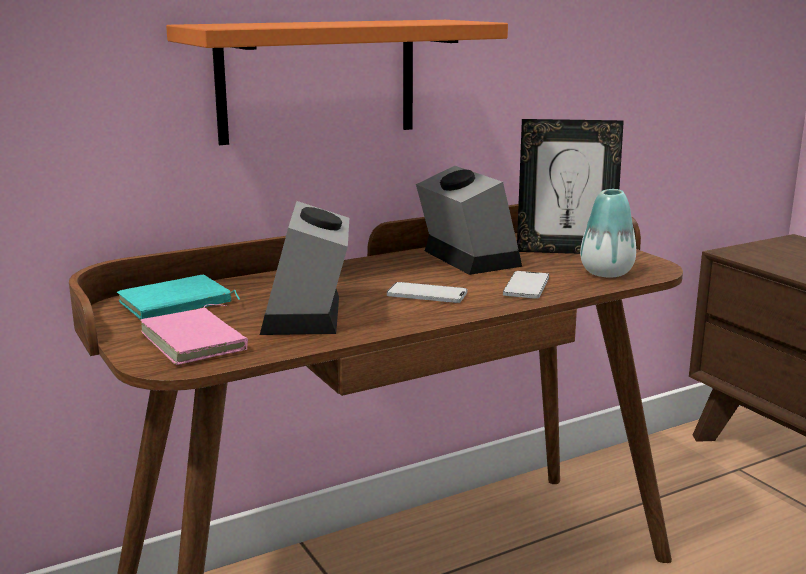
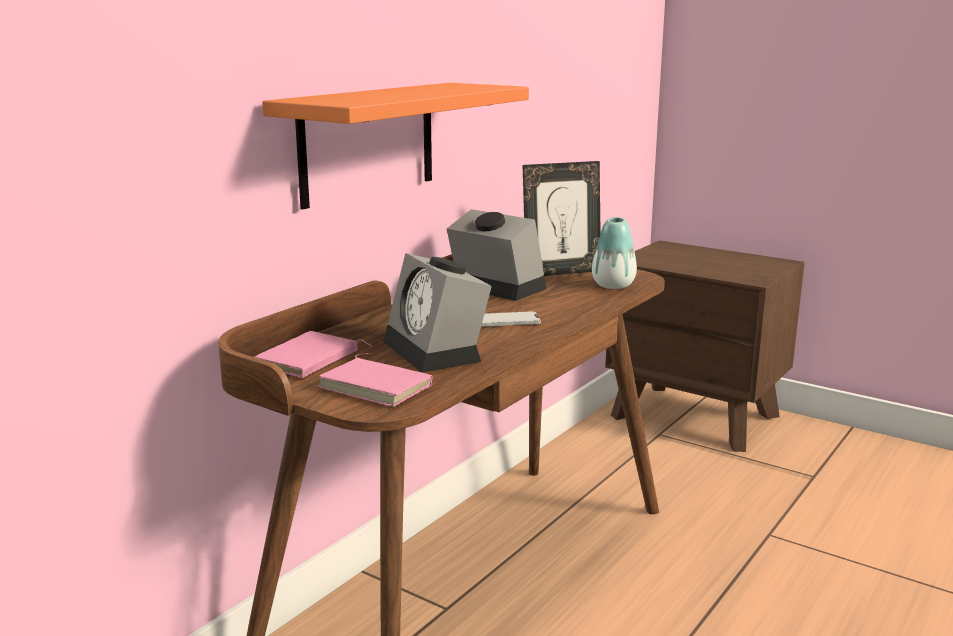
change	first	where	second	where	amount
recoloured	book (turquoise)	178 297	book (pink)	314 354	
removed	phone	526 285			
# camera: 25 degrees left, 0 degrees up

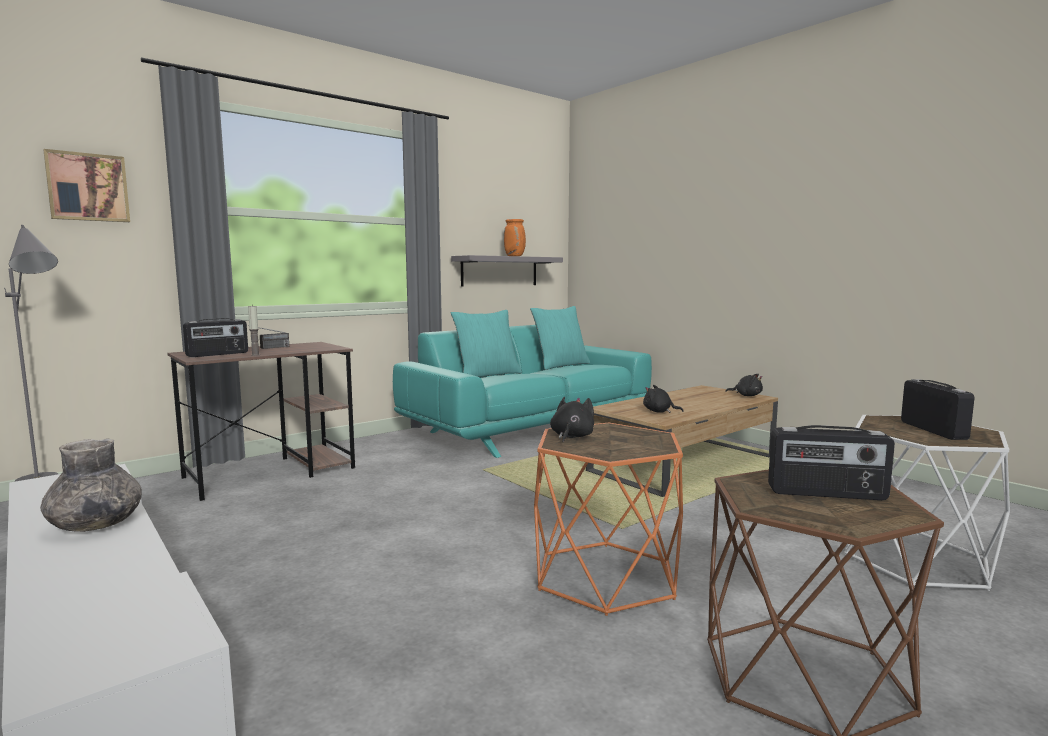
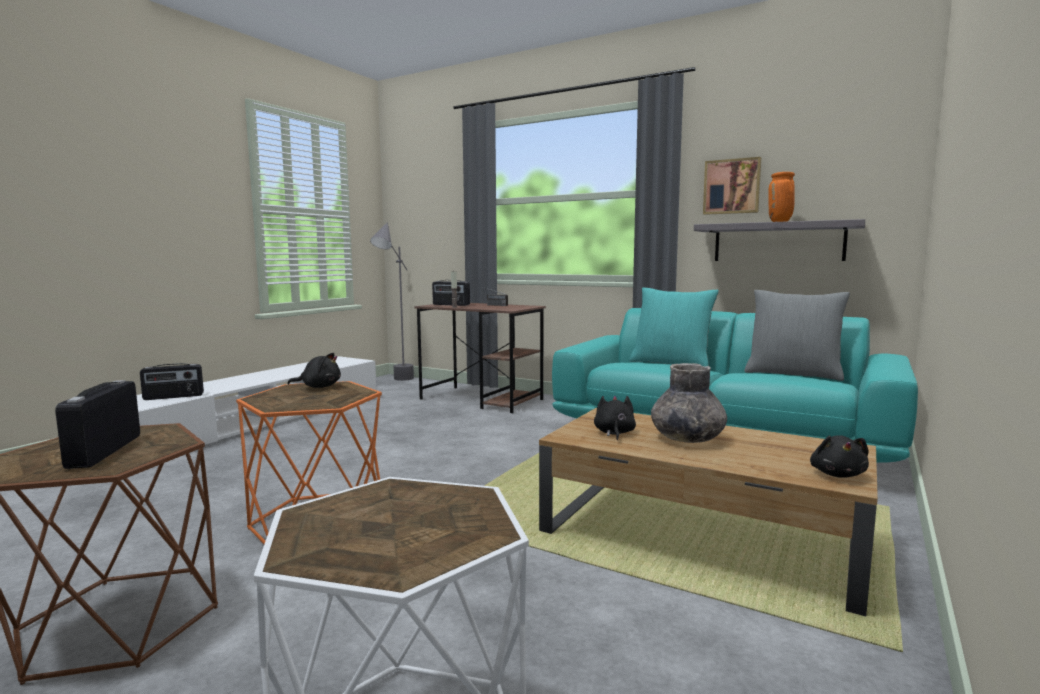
change	first	where	second	where	amount
moved	vase (grey)	91 485		689 403	
moved	picture	86 185		732 186	
recoloured	pillow (turquoise)	560 338	pillow (grey)	797 335	
moved	radio	937 409		172 381	
# camera: 70 degrees right, 0 degrees up

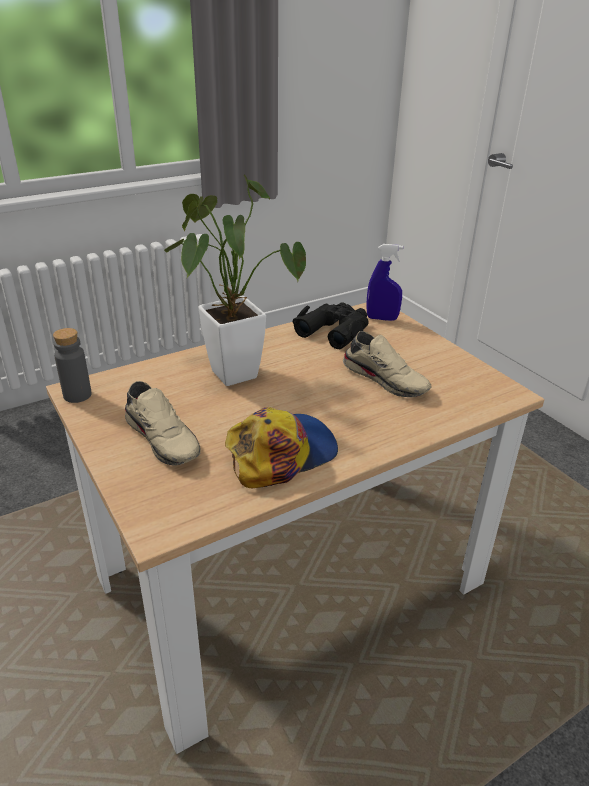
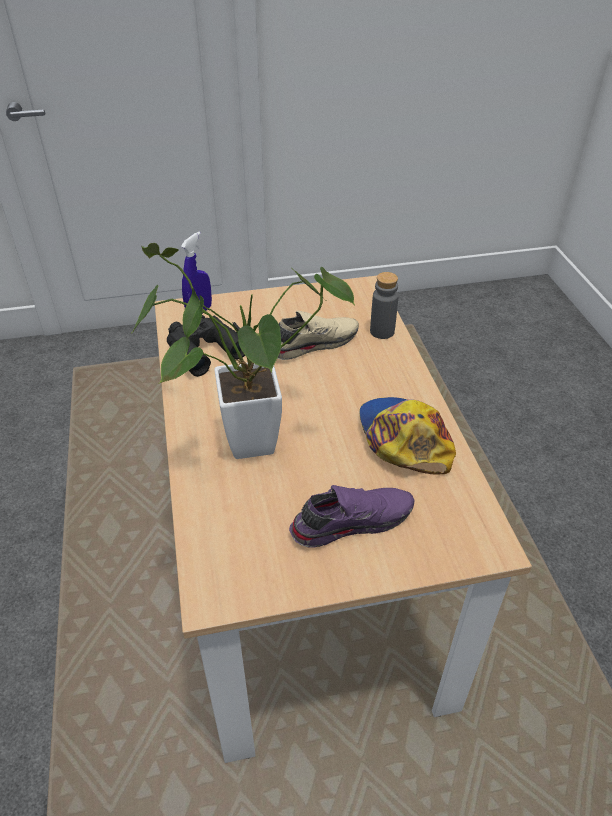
change	first	where	second	where	amount
moved	bottle (grey)	72 365		384 305	
recoloured	shoe (beige)	163 423	shoe (purple)	352 516	
# camera: 70 degrees left, 10 degrees up

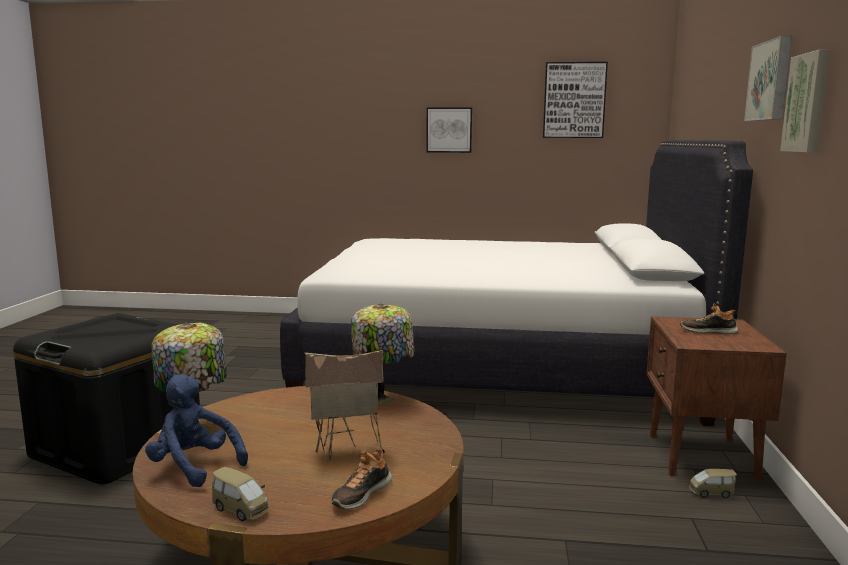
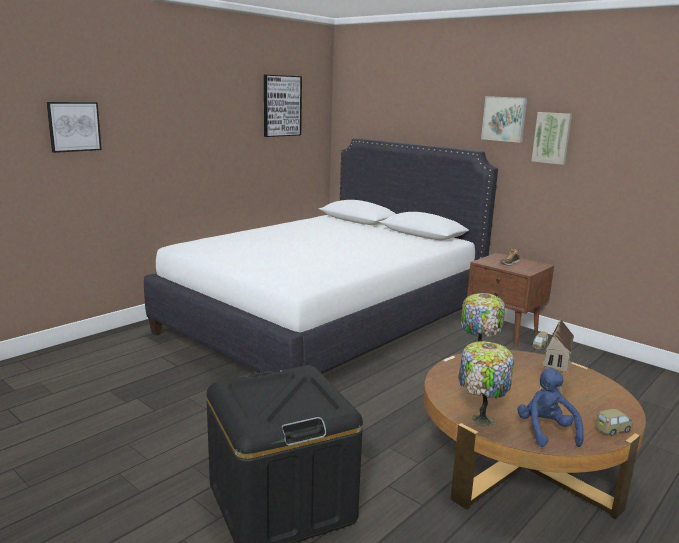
change	first	where	second	where	amount
turned	plush toy (blue)	196 430		550 407	105 degrees clockwise
removed	shoe	361 479			
moved	picture	449 130		74 127	
# camera: 55 degrees left, 5 degrees up

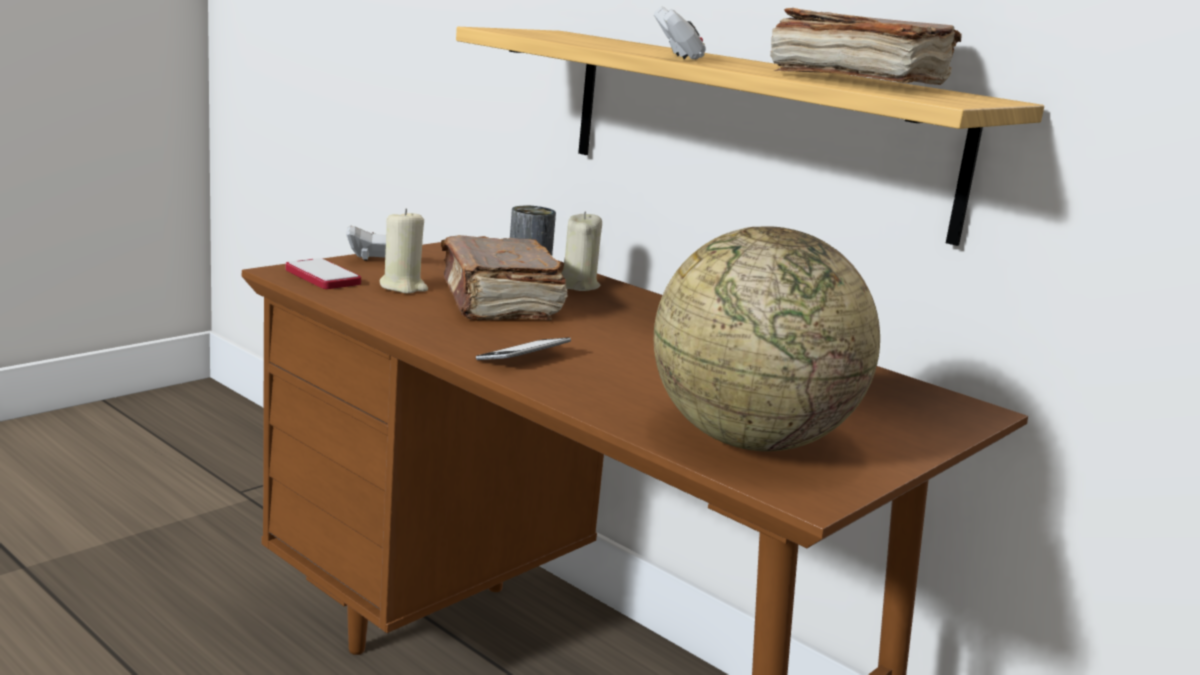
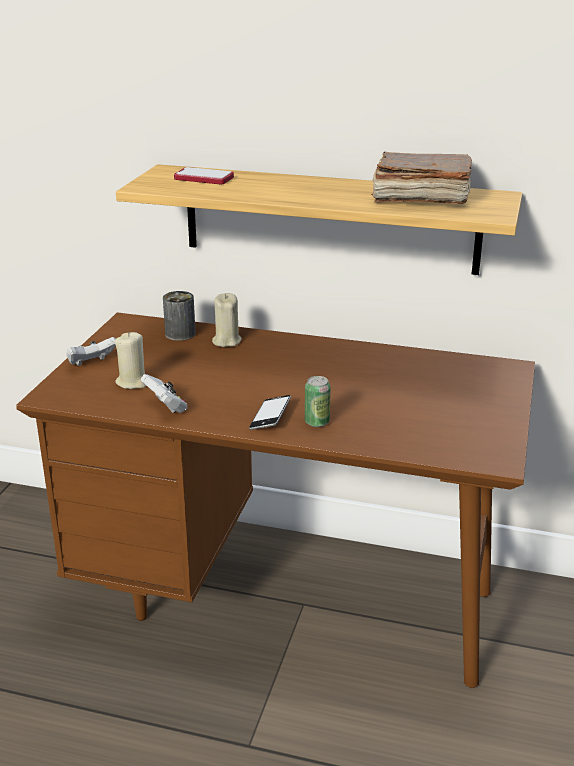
change	first	where	second	where	amount
moved	phone	323 273		204 175	
removed	book (brown)	504 278			
moved	game controller (white)	680 33		164 393	
removed	globe	767 338			
added			can	318 401	
# camera: 25 degrees left, 10 degrees up

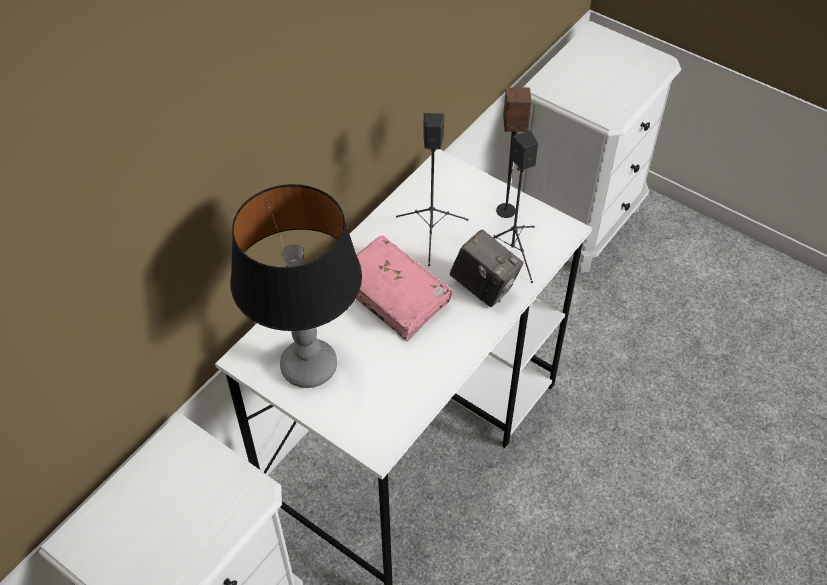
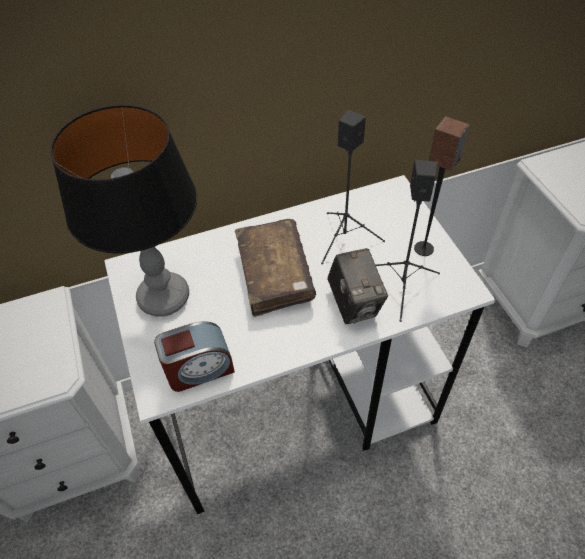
change	first	where	second	where	amount
recoloured	book (pink)	404 288	book (brown)	275 268	
added			alarm clock	194 356	
# camera: 35 degrees right, 0 degrees up

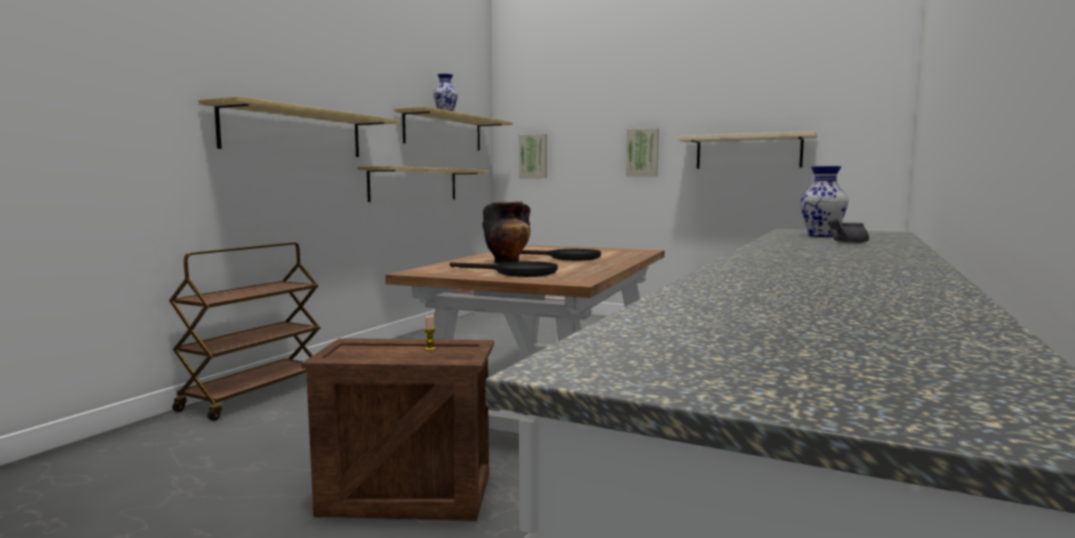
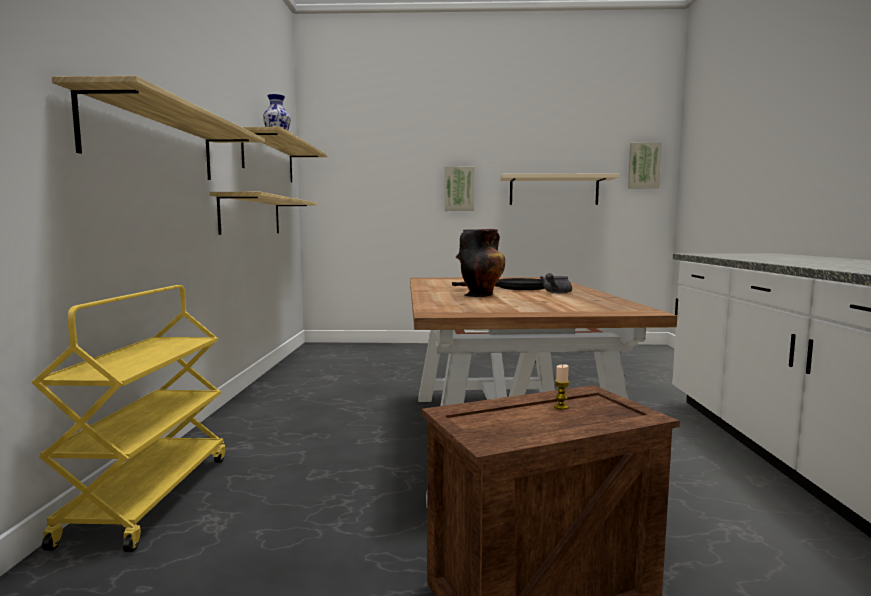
change	first	where	second	where	amount
recoloured	cart (brown)	244 331	cart (yellow)	128 418	
removed	frying pan (black)	504 269			
moved	picture	533 156		645 165	
removed	vase	824 201			
moved	teapot (grey)	848 230		556 283	
# camera: 25 degrees left, 0 degrees up

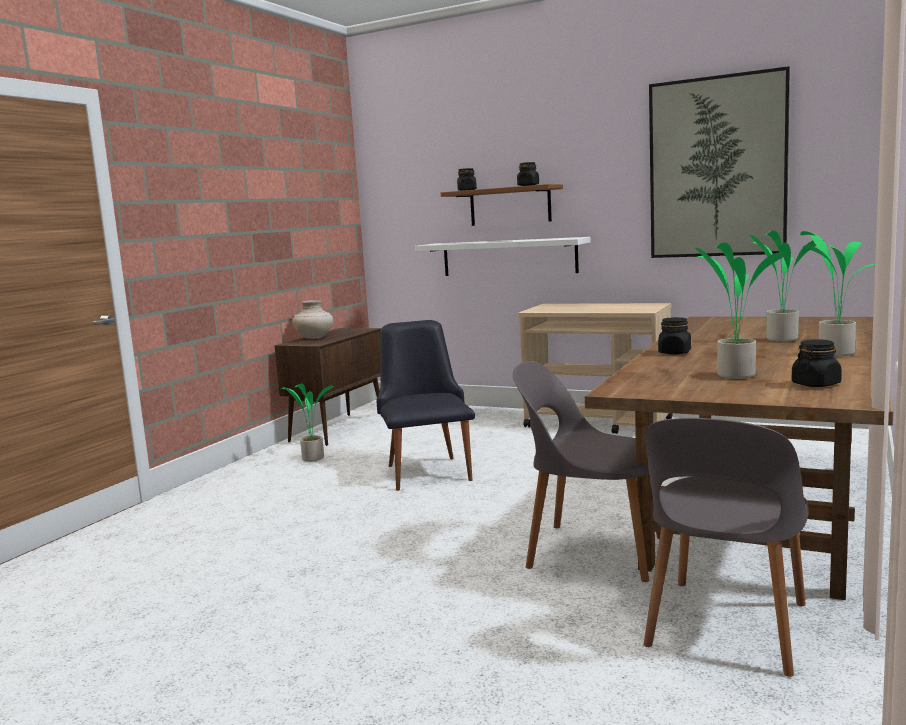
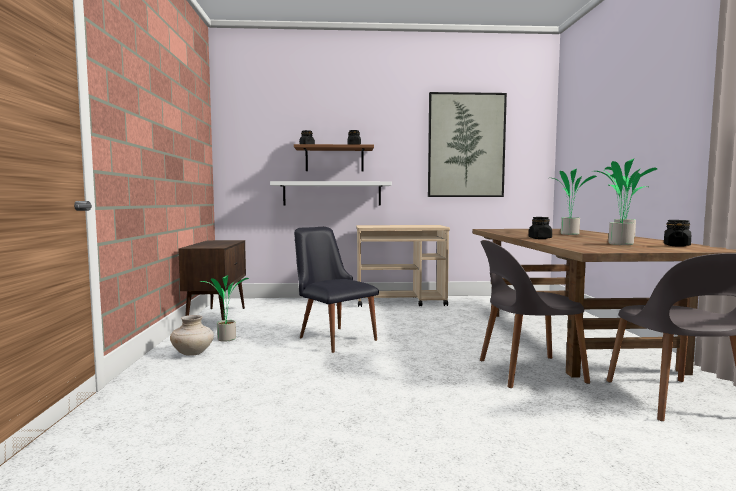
change	first	where	second	where	amount
moved	vase (beige)	313 319		192 335	
# camera: 30 degrees left, 5 degrees down

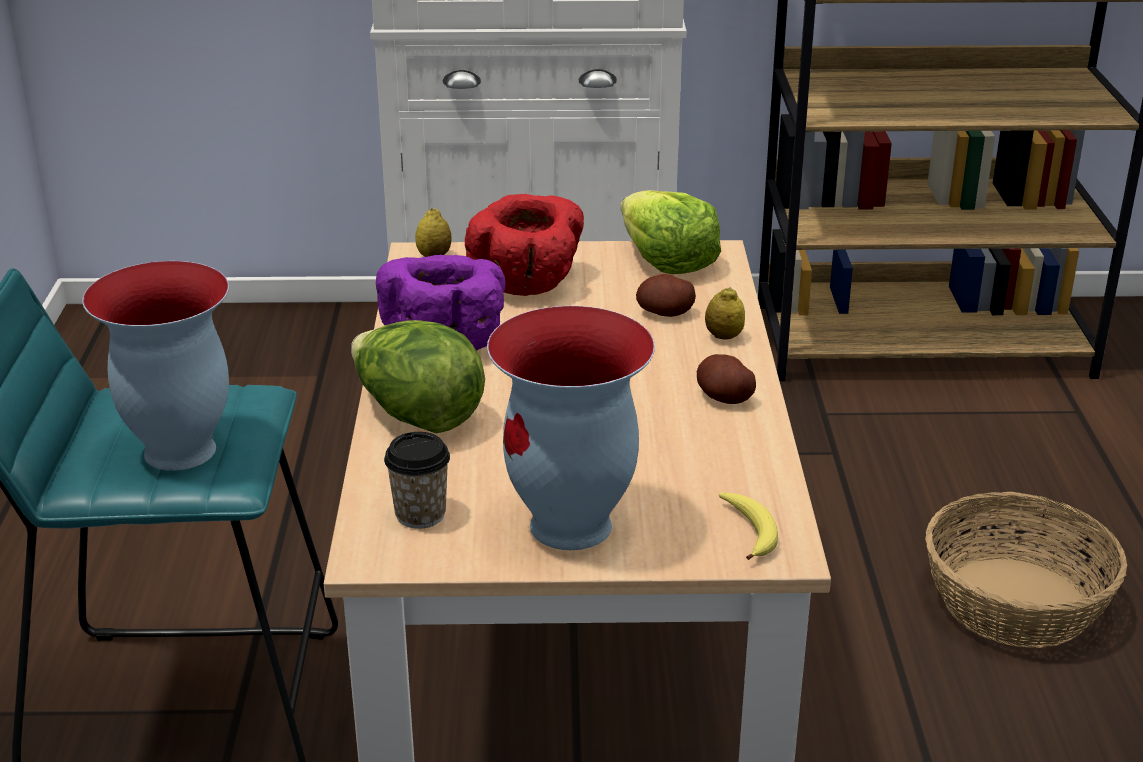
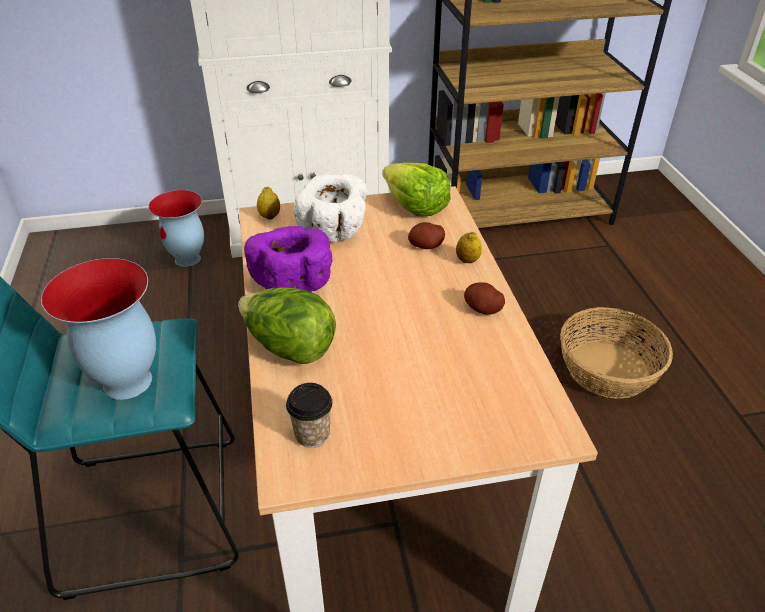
change	first	where	second	where	amount
recoloured	bowl (red)	524 245	bowl (white)	330 208	
moved	vase	571 428		176 228	
removed	banana	748 526			
# camera: 10 degrees left, 10 degrees up

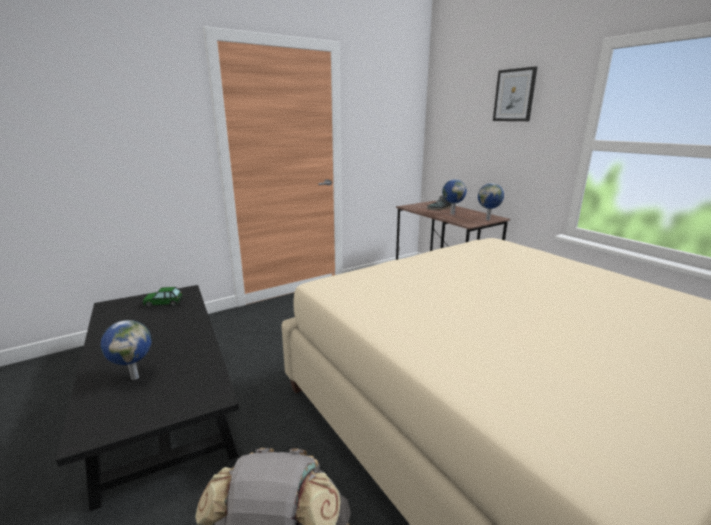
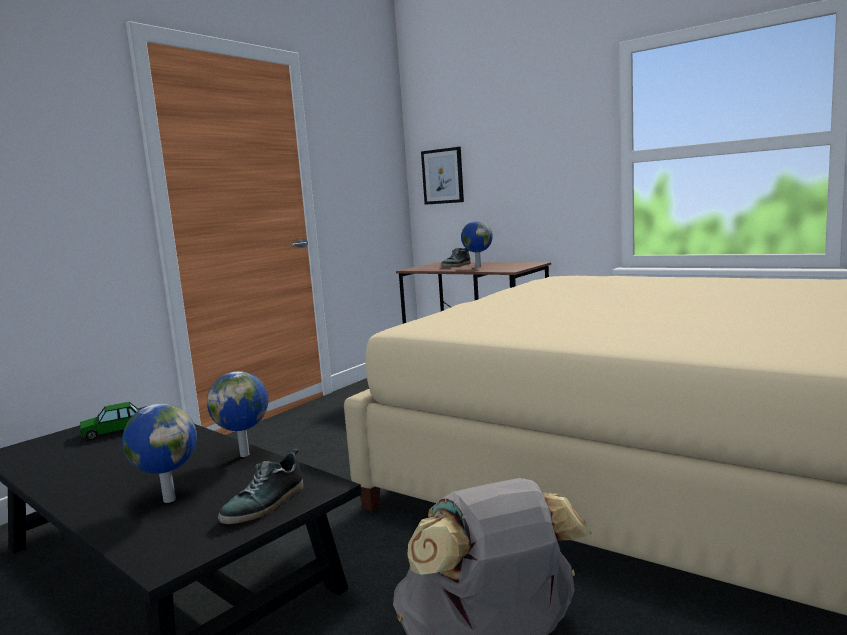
change	first	where	second	where	amount
moved	globe	491 201		237 414	
moved	picture	515 93		442 176	
added			shoe	261 486	
# camera: 20 degrees left, 10 degrees down

